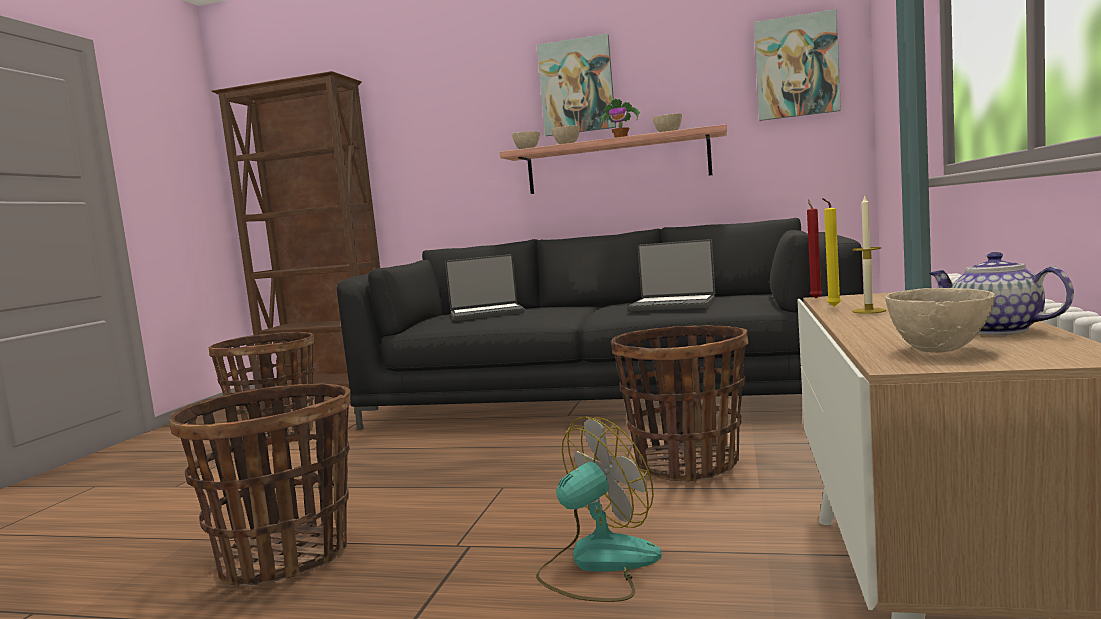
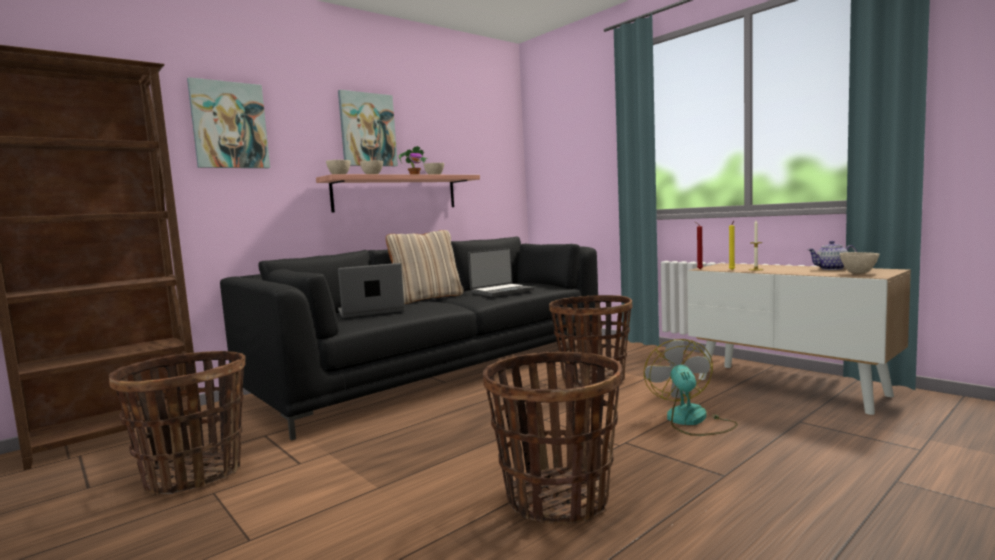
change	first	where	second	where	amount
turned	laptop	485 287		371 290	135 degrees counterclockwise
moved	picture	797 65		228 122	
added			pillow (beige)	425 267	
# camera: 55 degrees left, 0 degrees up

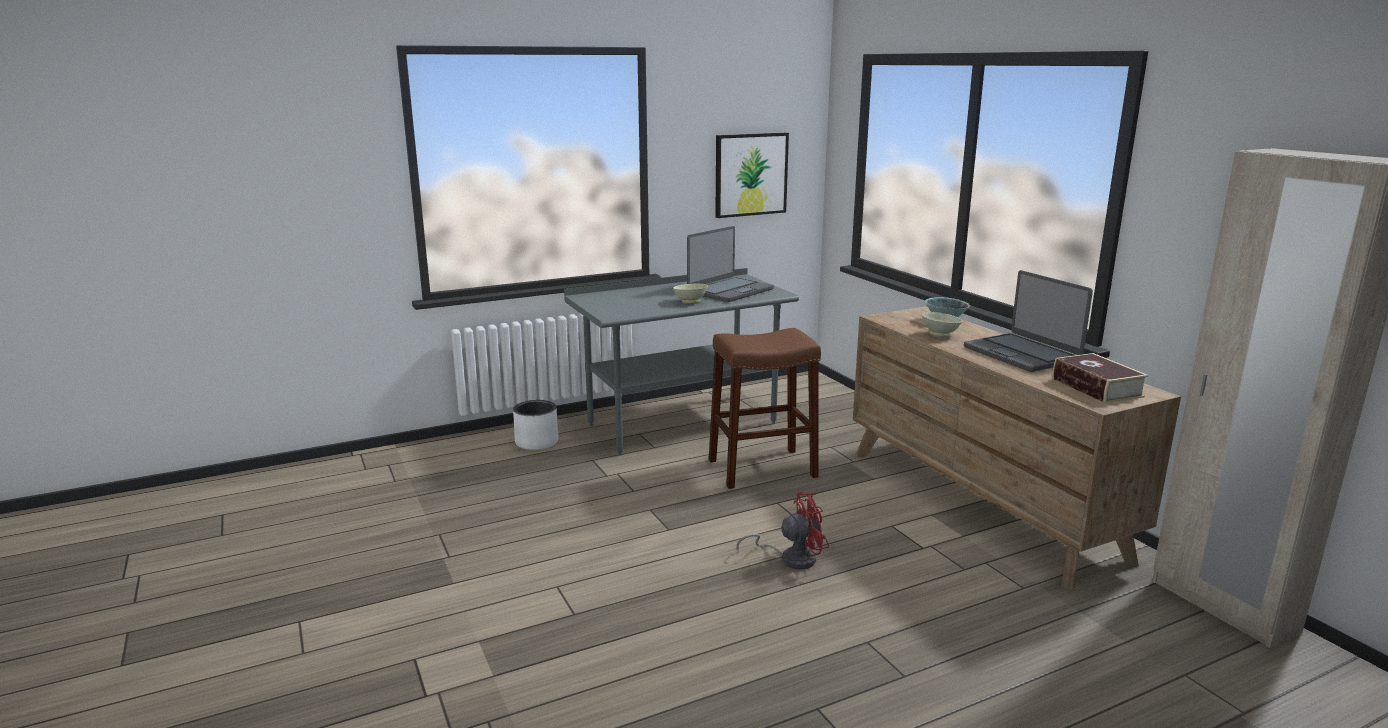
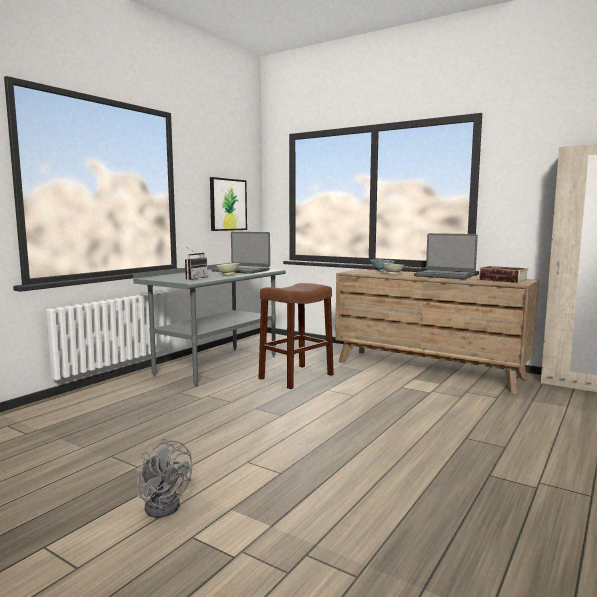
change	first	where	second	where	amount
removed	planter (white)	536 425			
turned	laptop	730 264		241 253	105 degrees clockwise
removed	fan (red)	783 530			
added			fan (grey)	164 478	
added			radio	196 264	
# camera: 30 degrees left, 10 degrees down

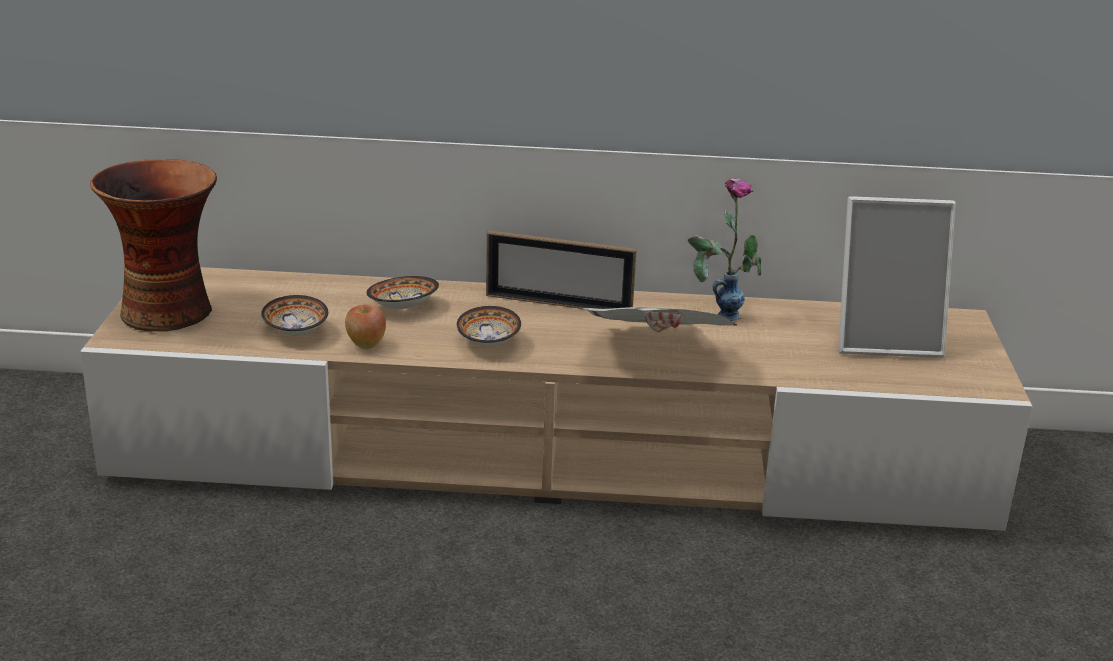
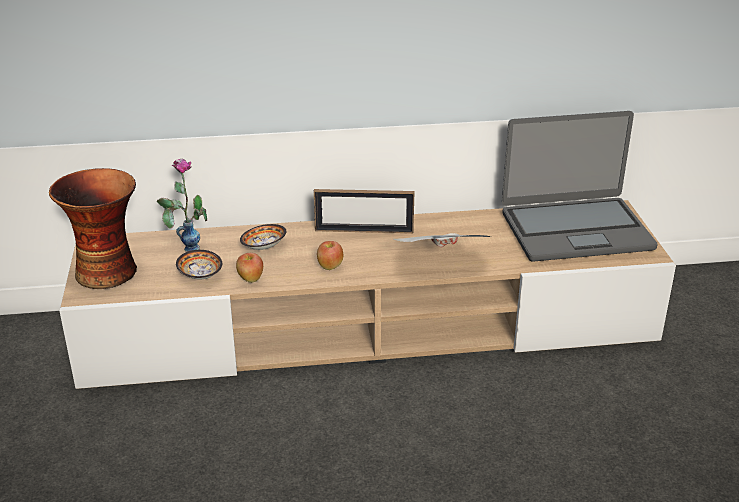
change	first	where	second	where	amount
replaced	bowl	488 326	apple	330 255	
moved	vase	724 249		182 205	
replaced	picture frame	897 277	laptop	579 186	
# camera: 10 degrees left, 5 degrees up

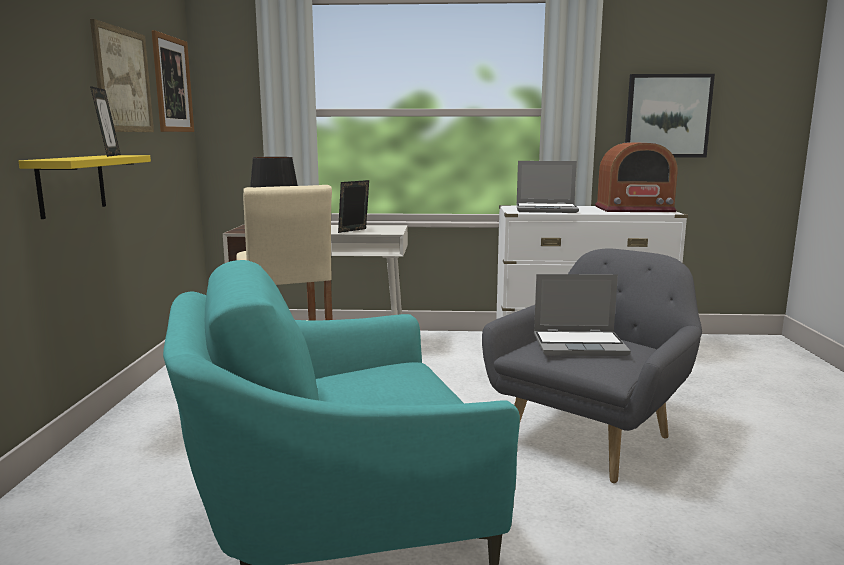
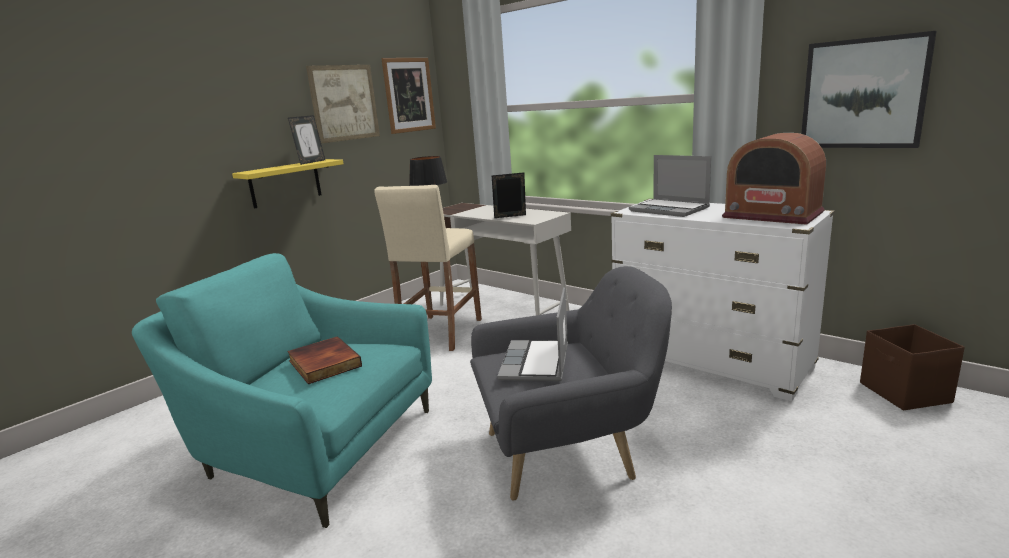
change	first	where	second	where	amount
turned	laptop	582 315		532 334	60 degrees clockwise
added			book	324 360	
added			storage box (brown)	912 367	
# camera: 40 degrees right, 5 degrees up

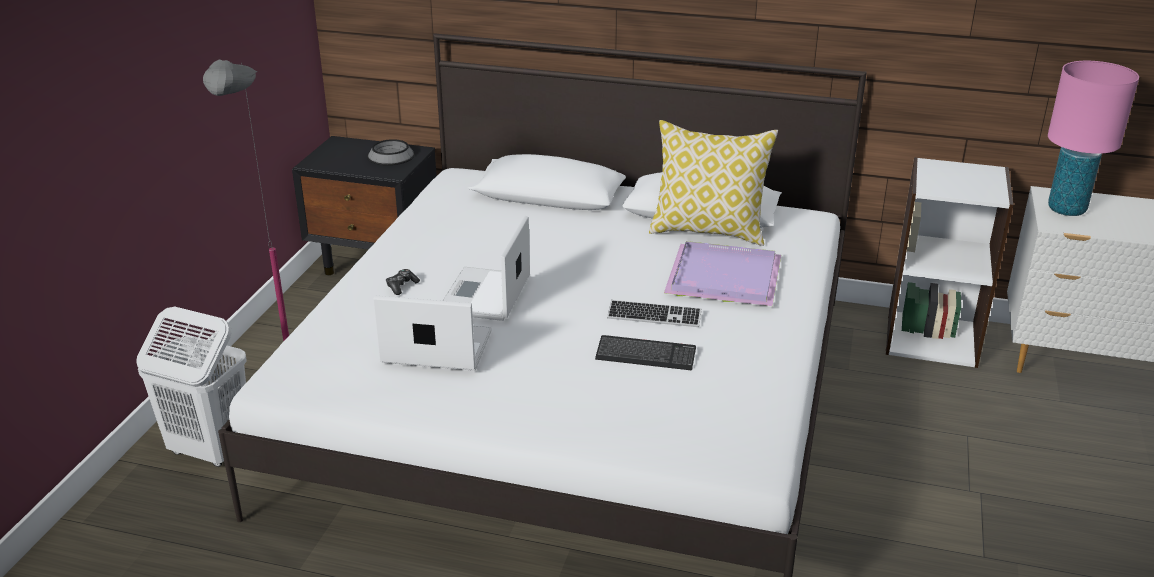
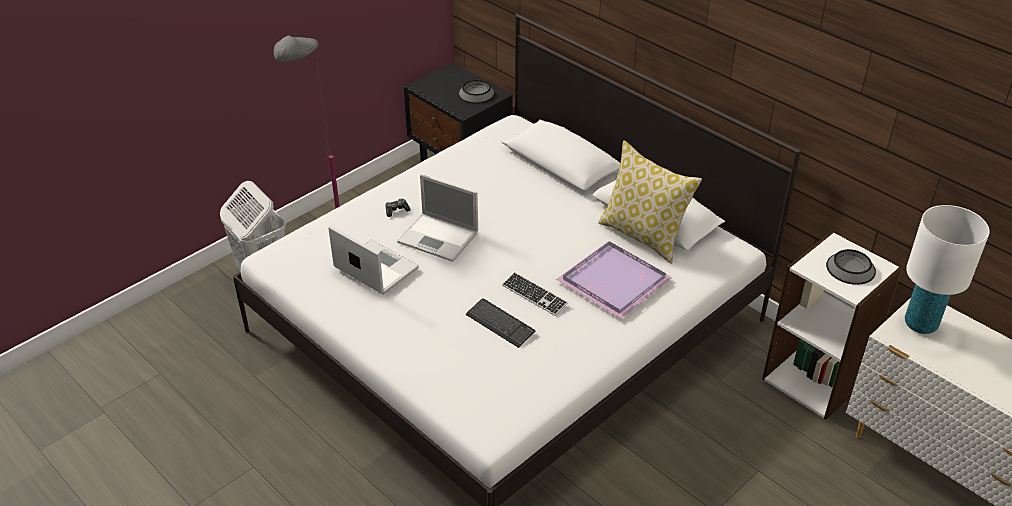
change	first	where	second	where	amount
turned	laptop	486 268		437 218	105 degrees counterclockwise
recoloured	table lamp (pink)	1093 138	table lamp (white)	947 269	
added			bowl	851 267	
# camera: 30 degrees right, 10 degrees up

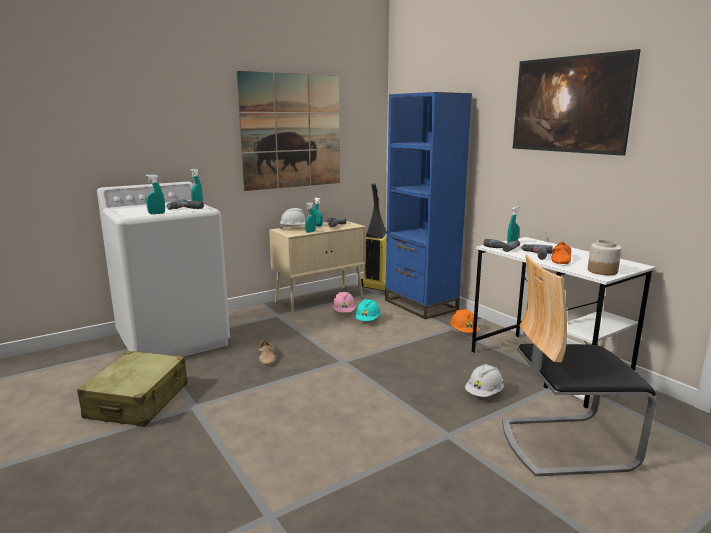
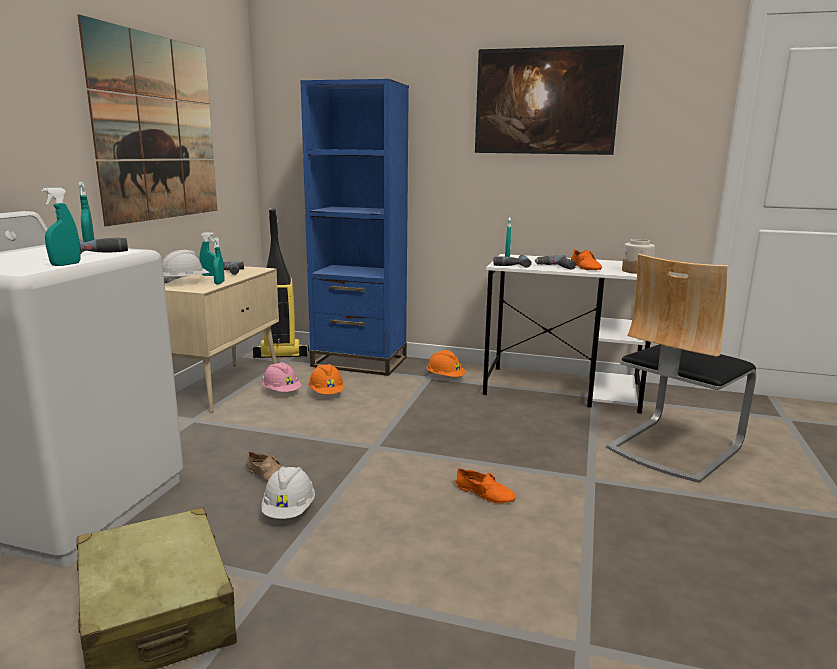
change	first	where	second	where	amount
recoloured	hard hat (turquoise)	368 310	hard hat (orange)	326 379	
moved	hard hat (white)	484 380		288 492	
added			shoe (orange)	485 485	
# camera: 40 degrees left, 0 degrees up

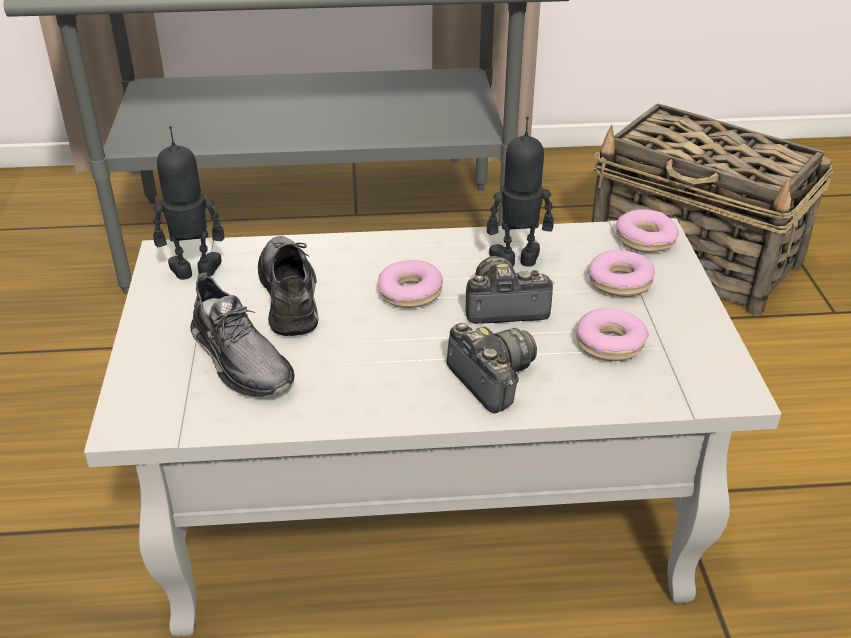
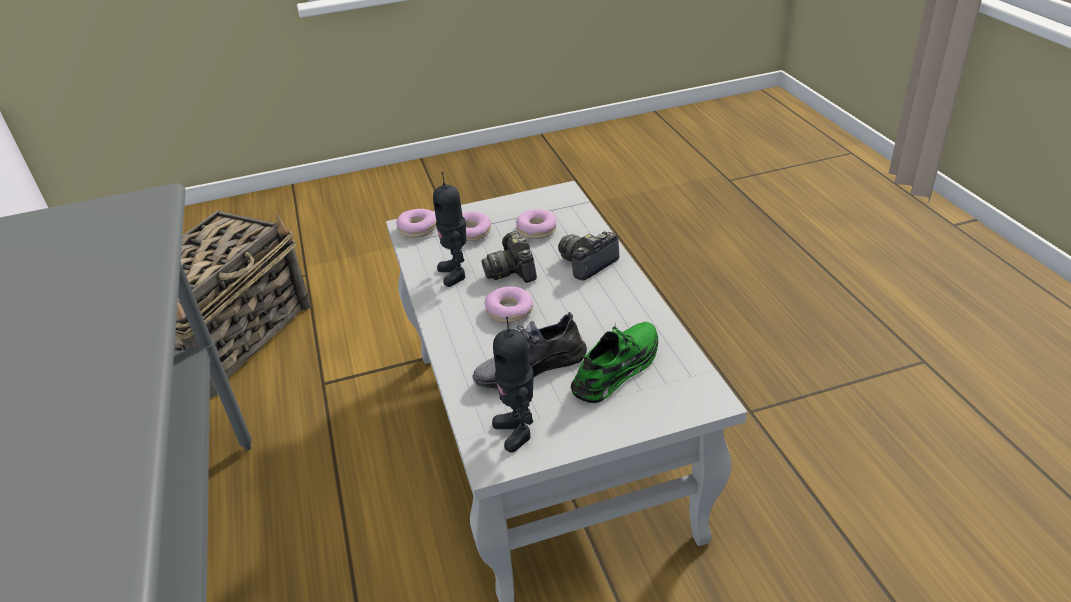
change	first	where	second	where	amount
recoloured	shoe (grey)	242 334	shoe (green)	614 362	
# camera: 100 degrees left, 0 degrees up

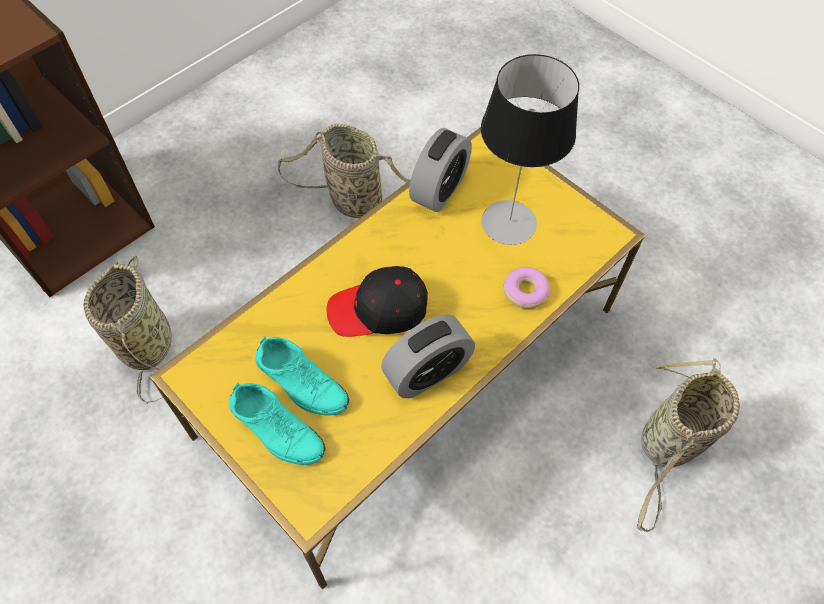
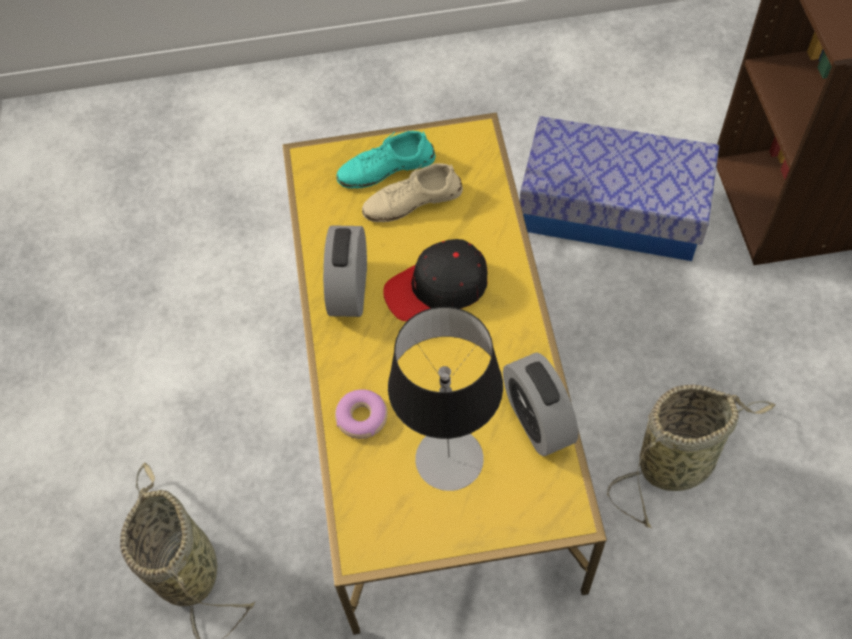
change	first	where	second	where	amount
replaced	basket	127 329	storage box	619 188	
recoloured	shoe (turquoise)	302 376	shoe (beige)	412 192	
turned	cap (black)	377 301		435 280	135 degrees counterclockwise
# camera: 130 degrees right, 0 degrees up

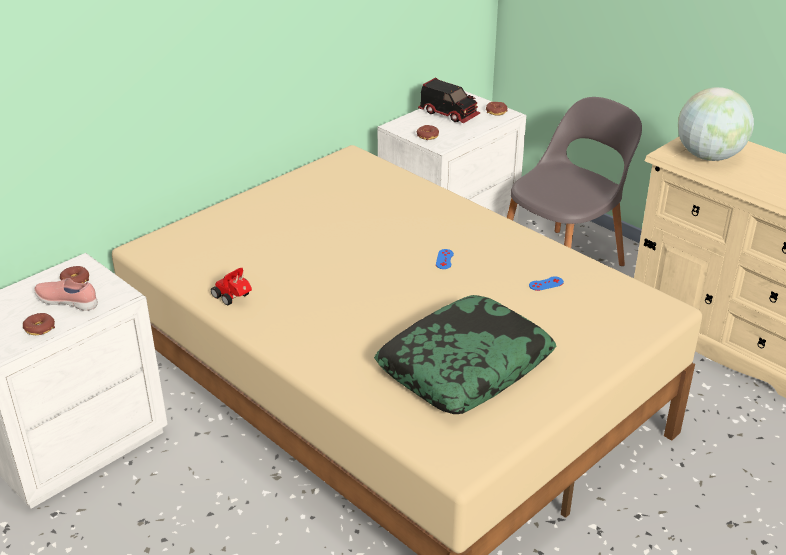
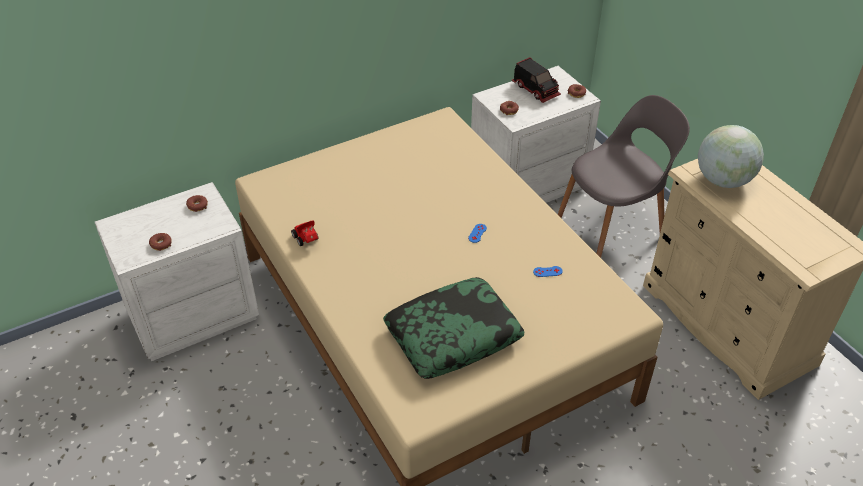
change	first	where	second	where	amount
removed	shoe (pink)	66 294			
# camera: 15 degrees right, 10 degrees up

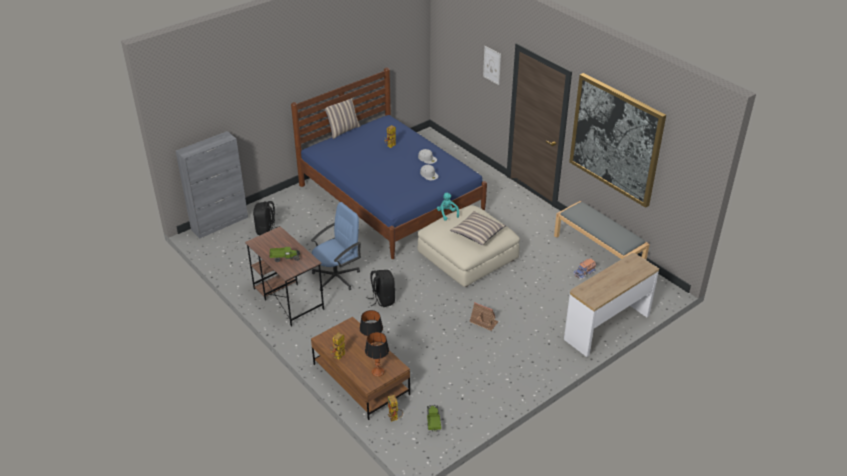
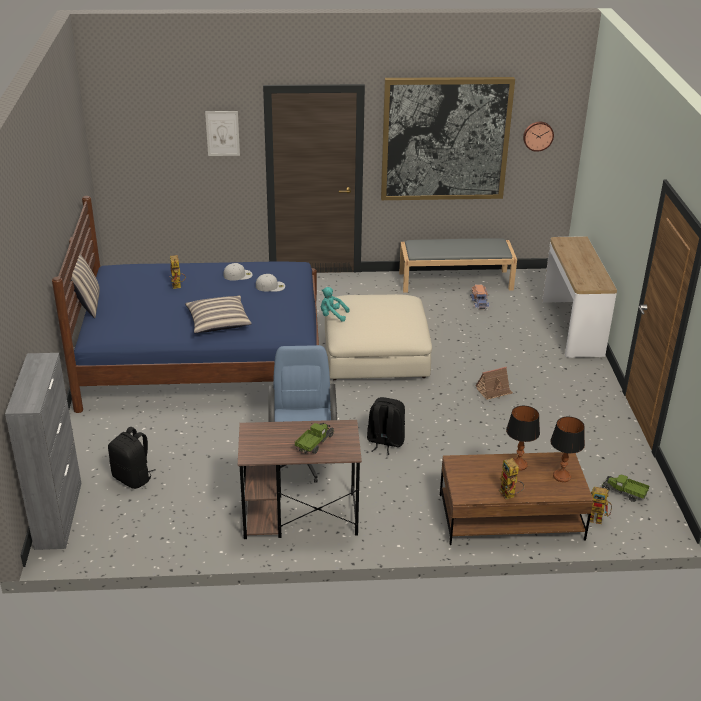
change	first	where	second	where	amount
moved	pillow	478 228		218 314	
added			wall clock	538 137	
# camera: 55 degrees left, 5 degrees down

